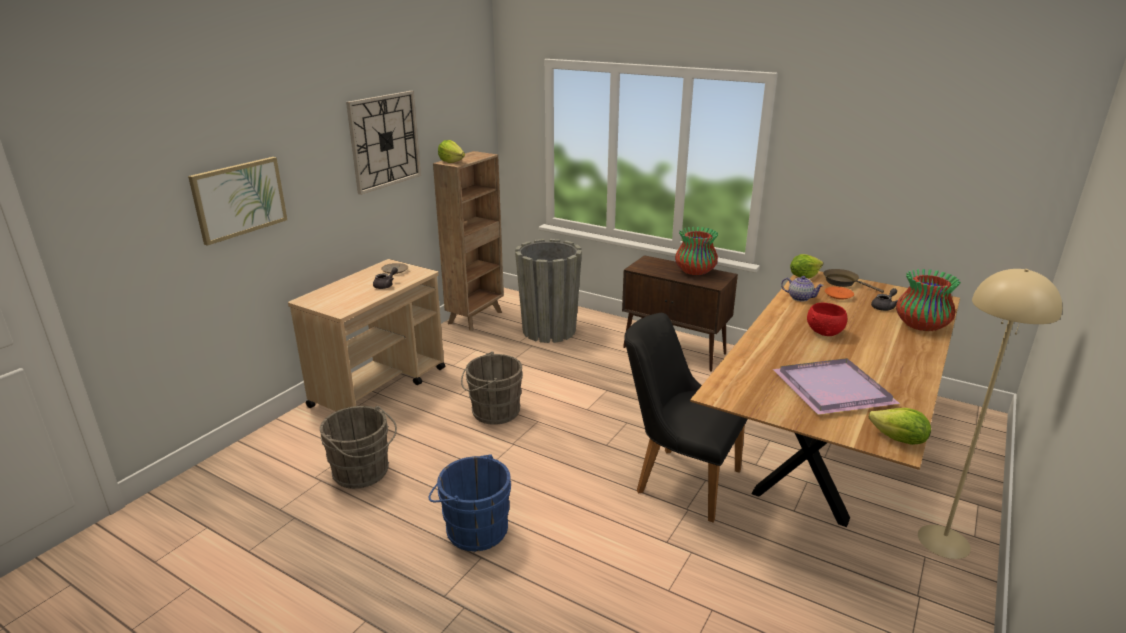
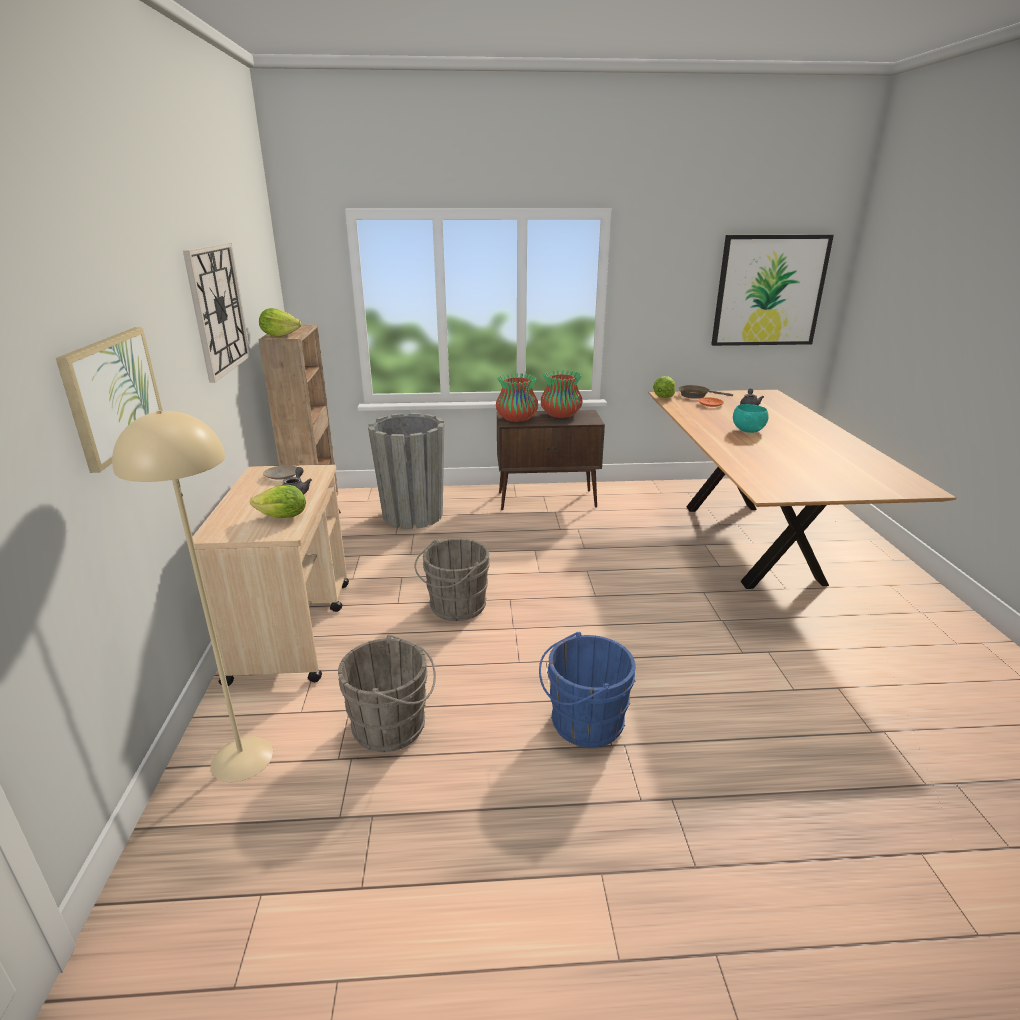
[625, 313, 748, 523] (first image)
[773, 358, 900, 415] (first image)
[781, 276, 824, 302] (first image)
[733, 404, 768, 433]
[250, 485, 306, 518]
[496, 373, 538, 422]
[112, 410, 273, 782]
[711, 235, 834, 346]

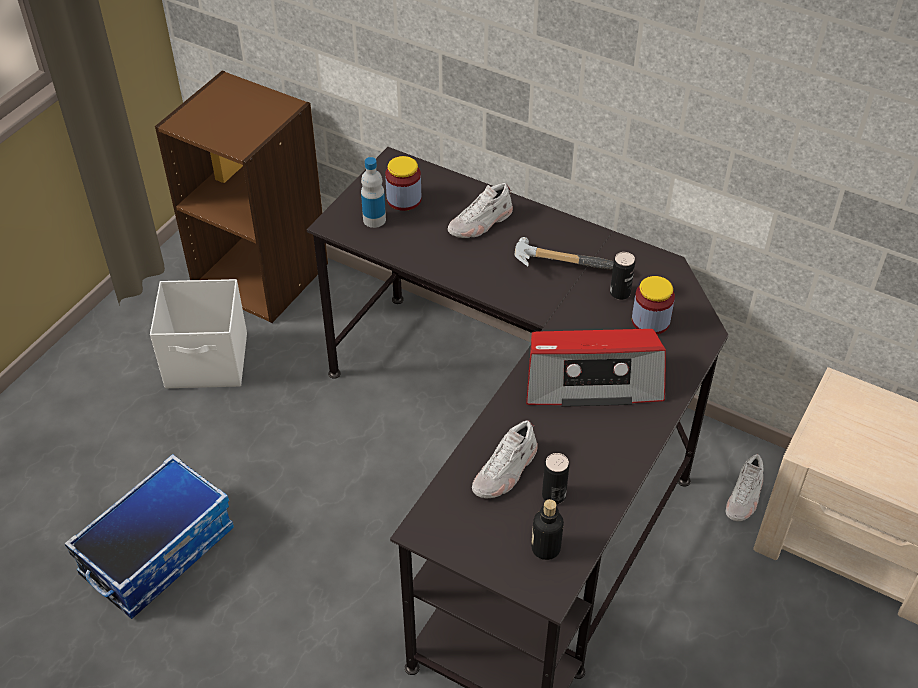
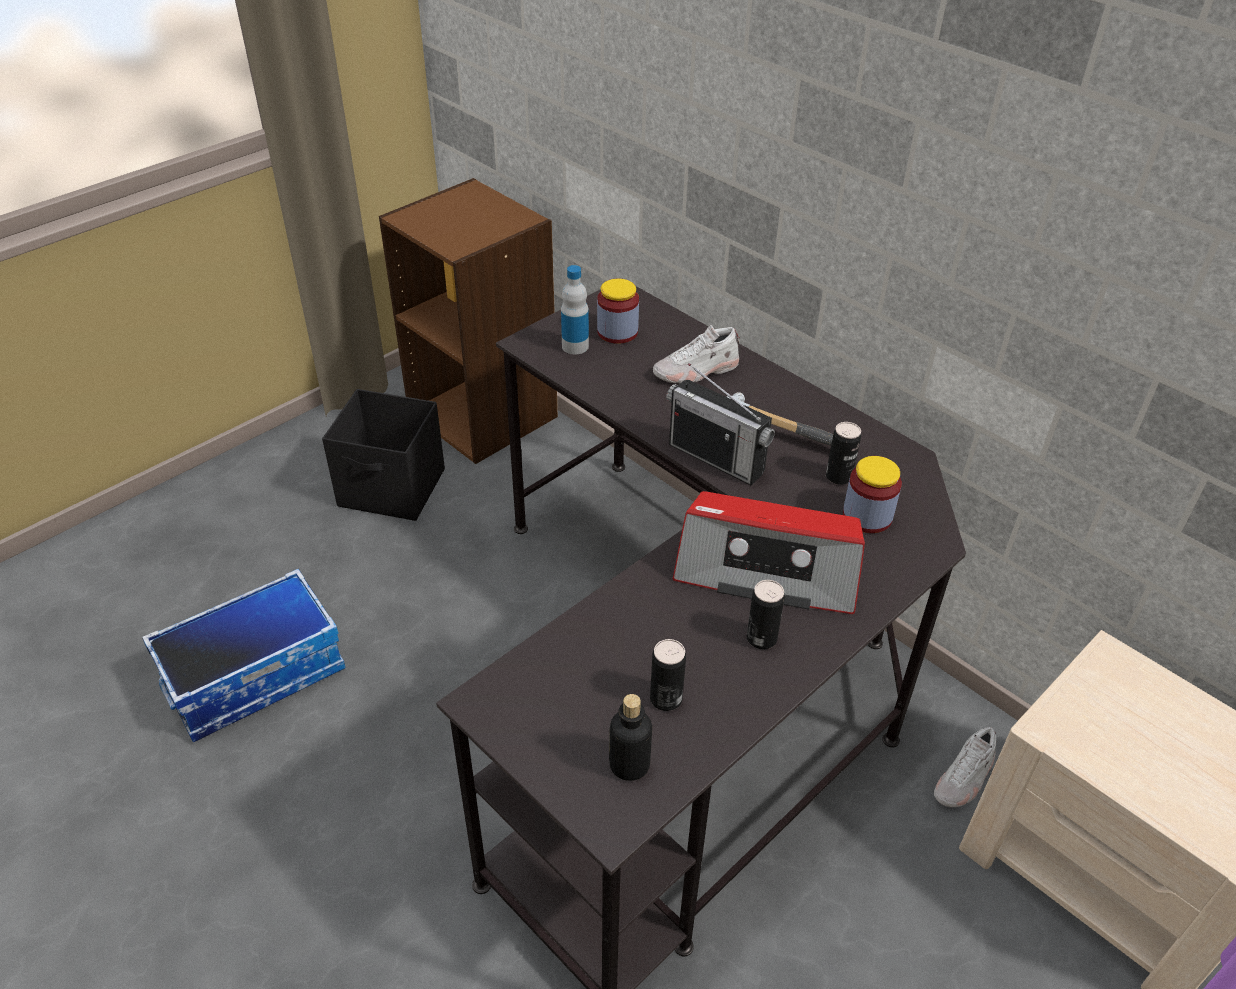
[322, 389, 445, 521]
[472, 420, 538, 498] (first image)
[666, 363, 775, 486]
[746, 580, 785, 649]

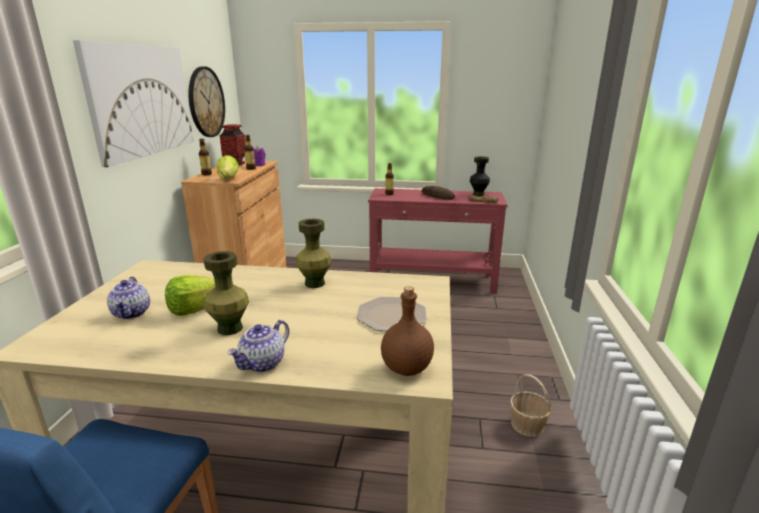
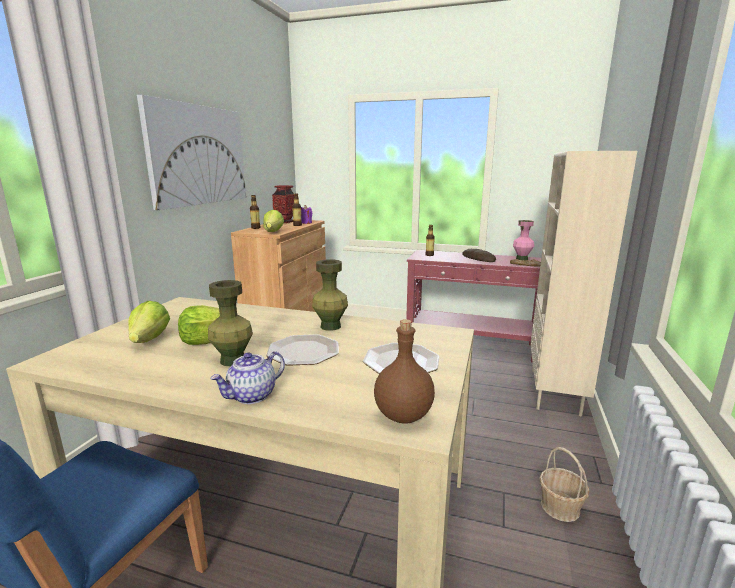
[129, 301, 170, 343]
[188, 66, 225, 137] (first image)
[513, 220, 534, 260]
[266, 335, 339, 366]
[530, 151, 637, 416]

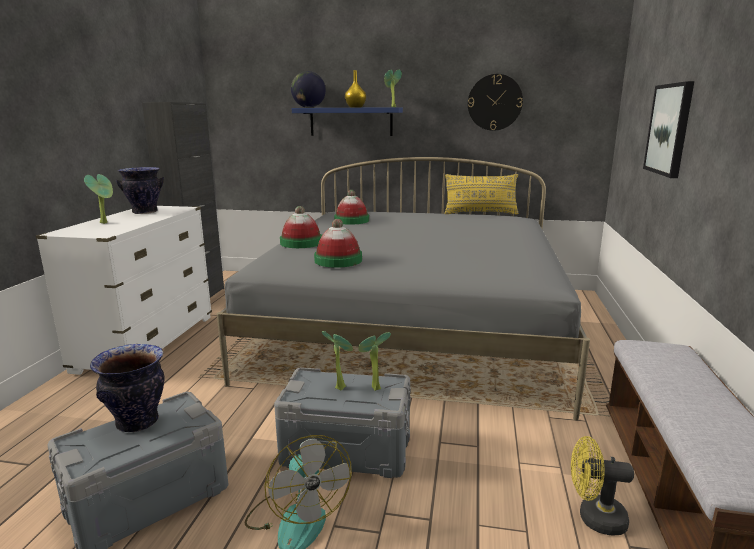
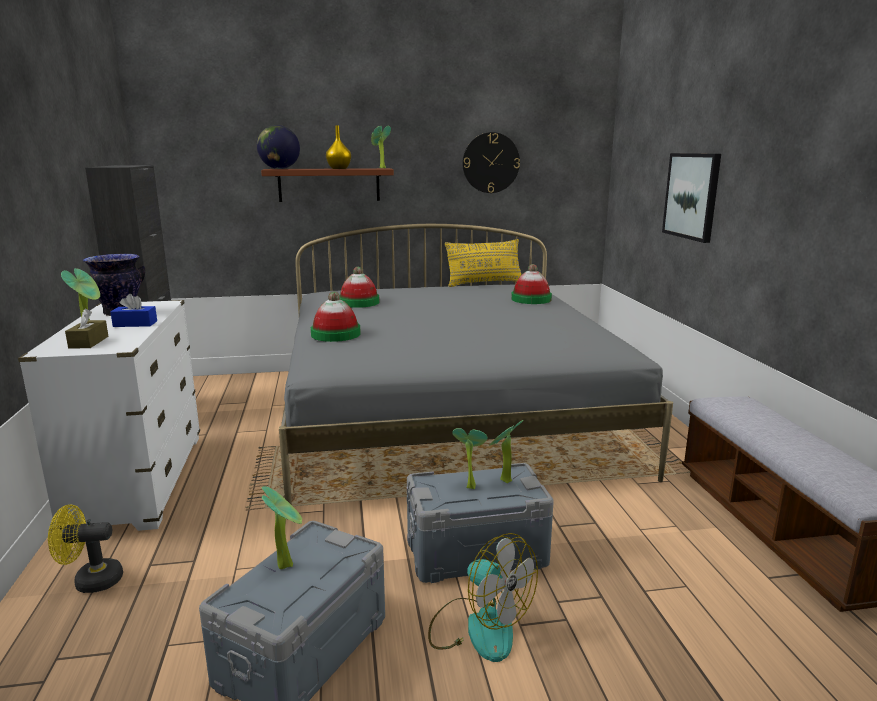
[261, 486, 302, 569]
[261, 168, 394, 202]
[511, 264, 552, 304]
[48, 504, 123, 593]
[65, 309, 108, 349]
[110, 294, 157, 327]

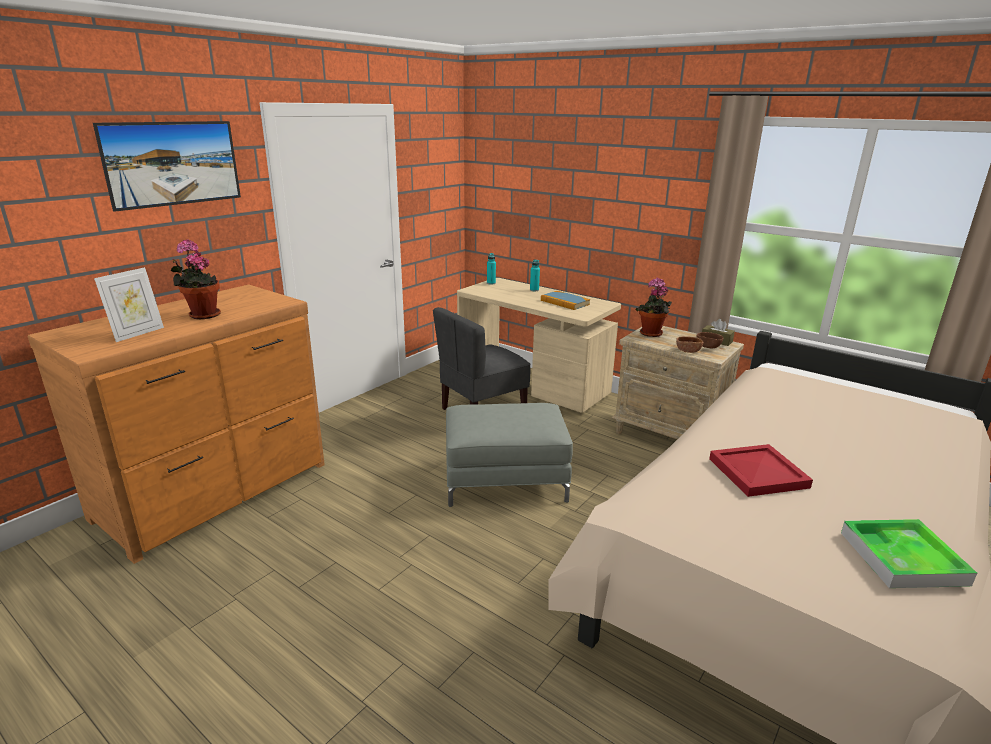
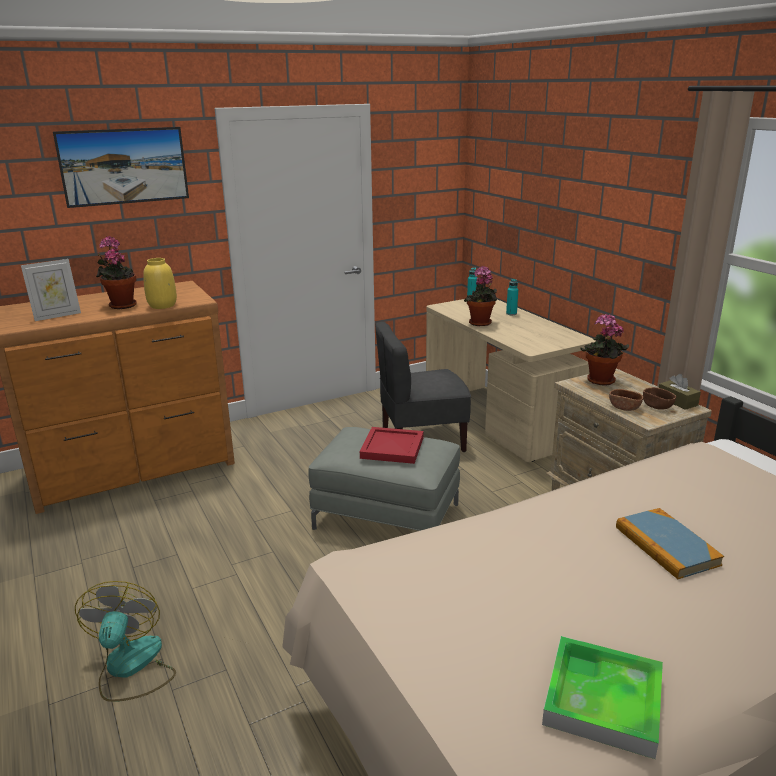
[616, 508, 724, 579]
[360, 427, 424, 464]
[75, 581, 176, 702]
[143, 258, 177, 309]
[464, 266, 497, 326]

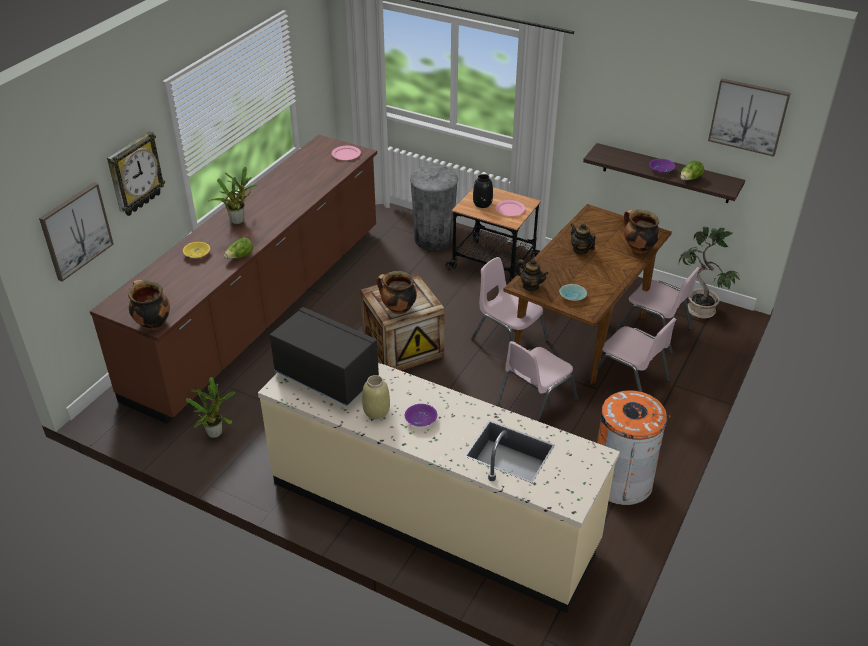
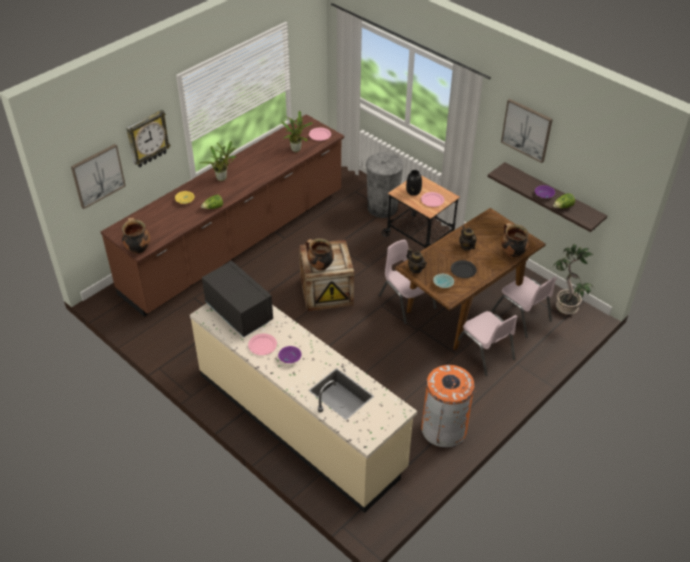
[281, 111, 313, 152]
[248, 334, 277, 355]
[496, 341, 578, 421] (first image)
[501, 99, 553, 163]
[451, 260, 477, 278]

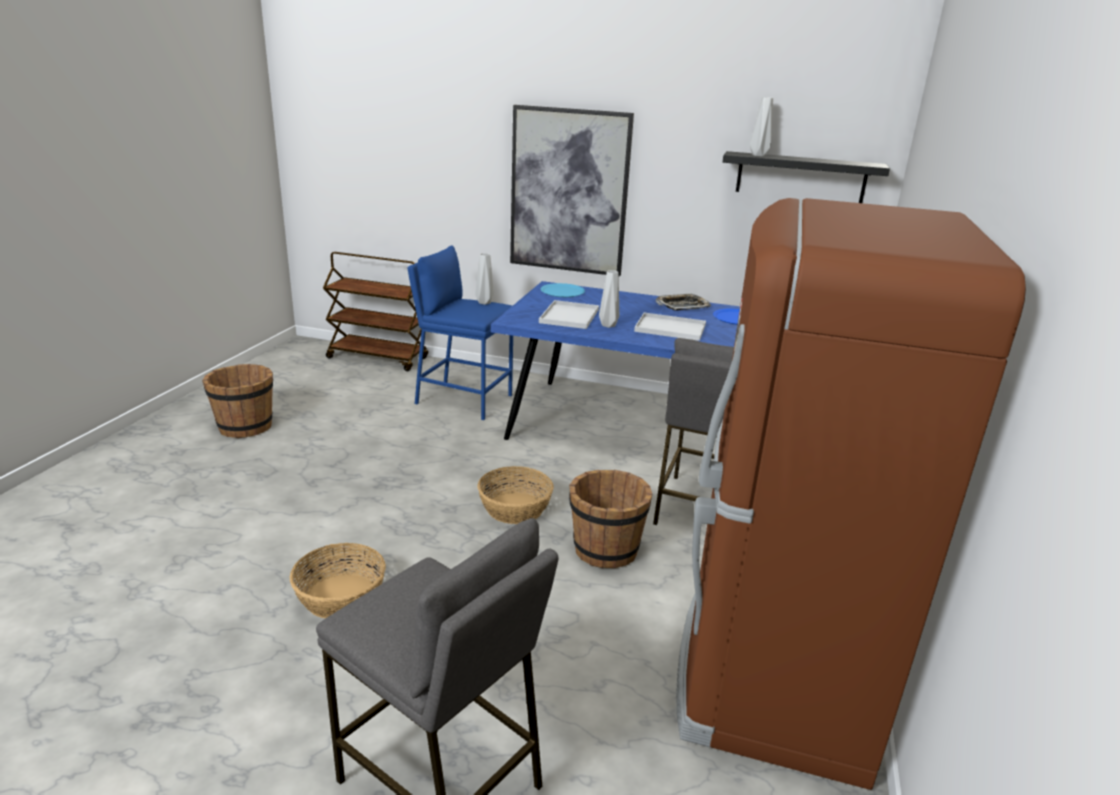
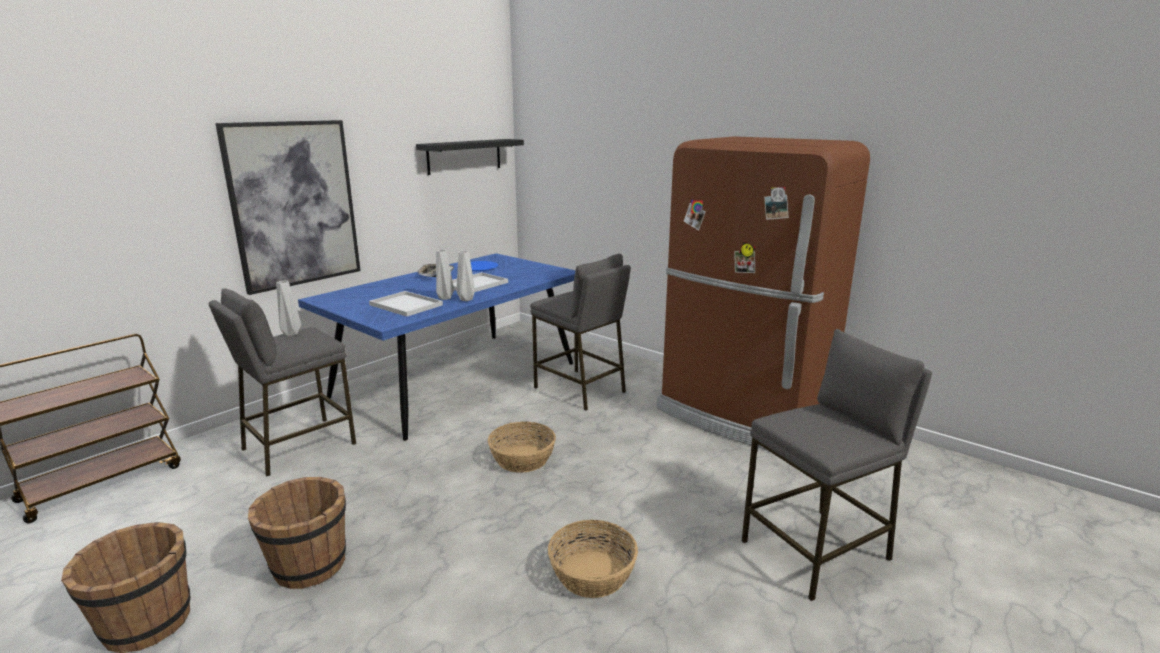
[209, 288, 356, 476]
[541, 283, 585, 297] (first image)
[248, 477, 346, 589]
[457, 251, 475, 301]

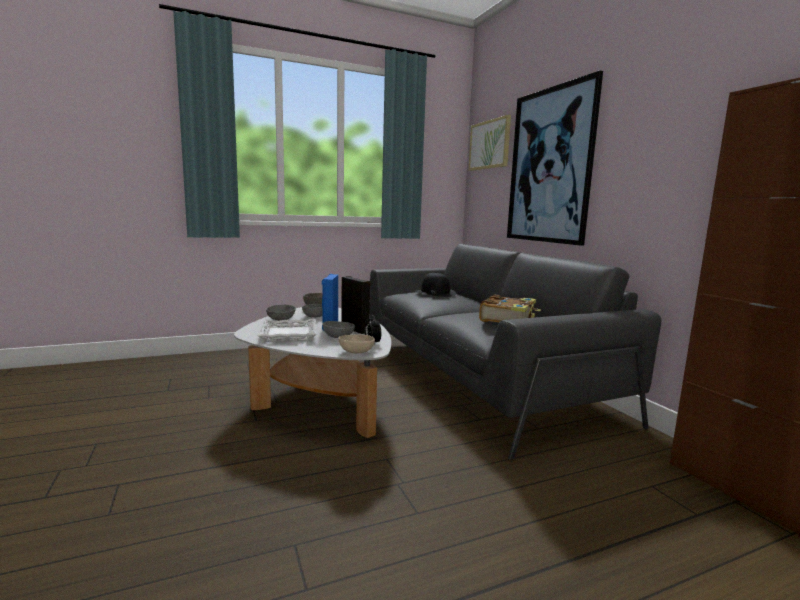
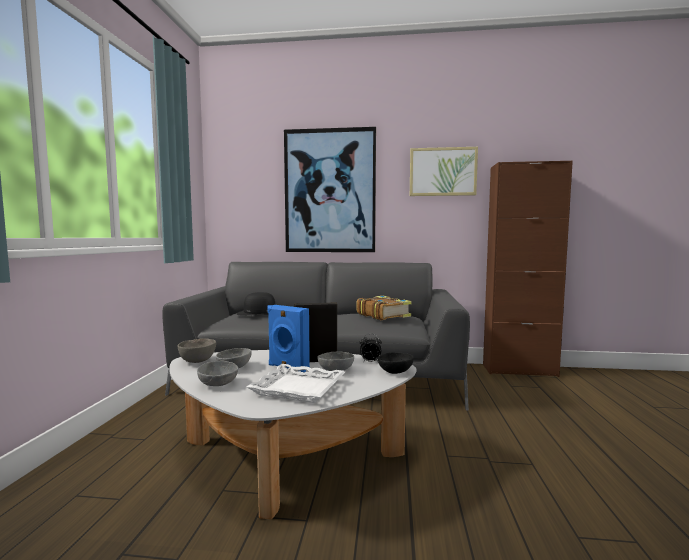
[378, 352, 414, 374]
[410, 147, 478, 196]

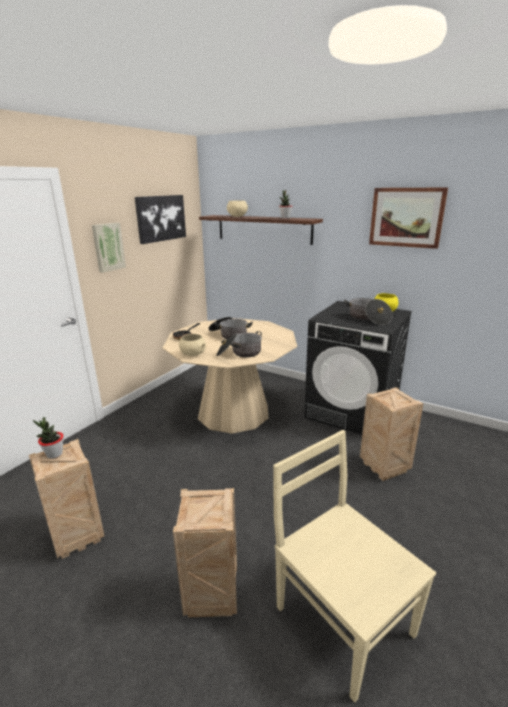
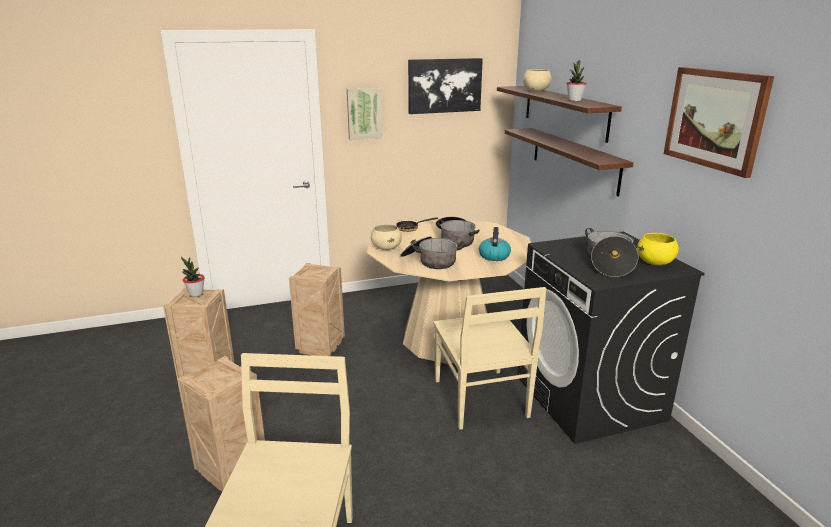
[289, 263, 345, 356]
[433, 287, 547, 430]
[479, 227, 511, 261]
[505, 128, 634, 196]

